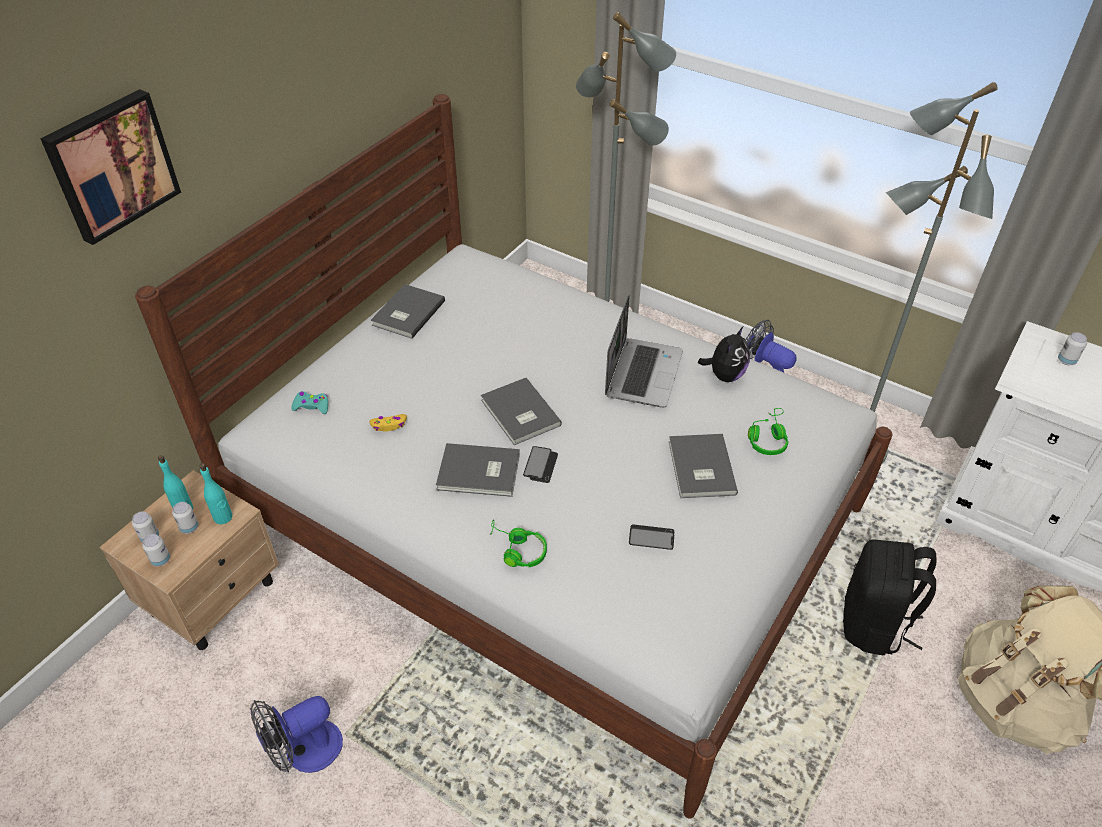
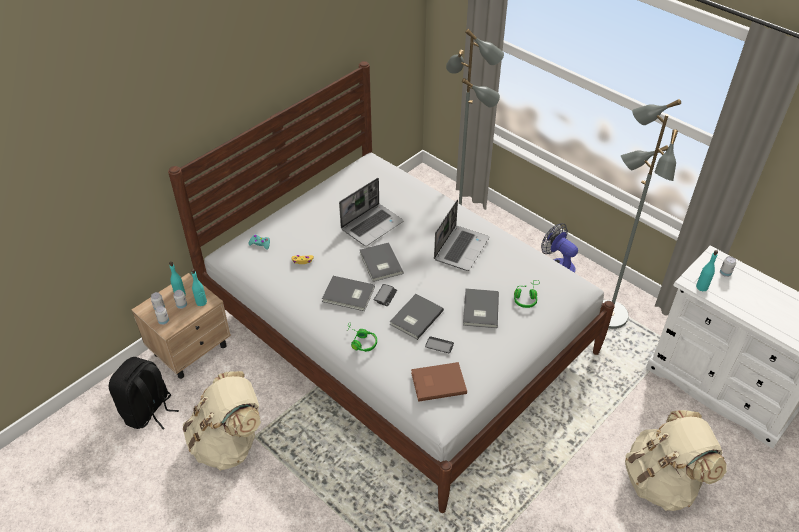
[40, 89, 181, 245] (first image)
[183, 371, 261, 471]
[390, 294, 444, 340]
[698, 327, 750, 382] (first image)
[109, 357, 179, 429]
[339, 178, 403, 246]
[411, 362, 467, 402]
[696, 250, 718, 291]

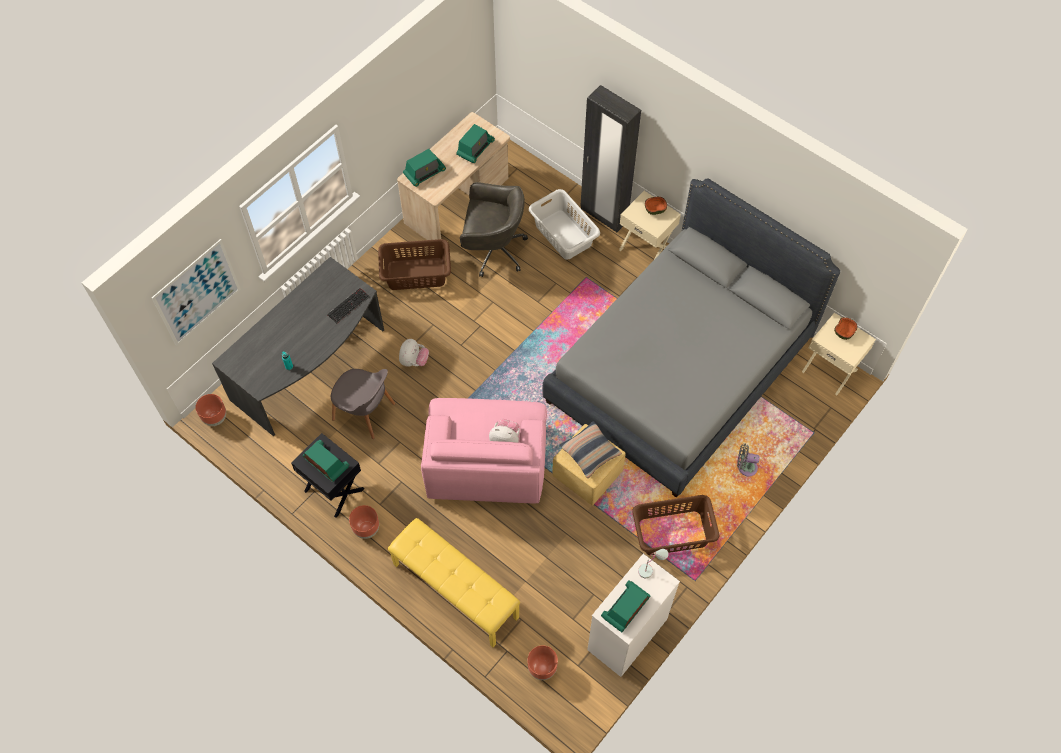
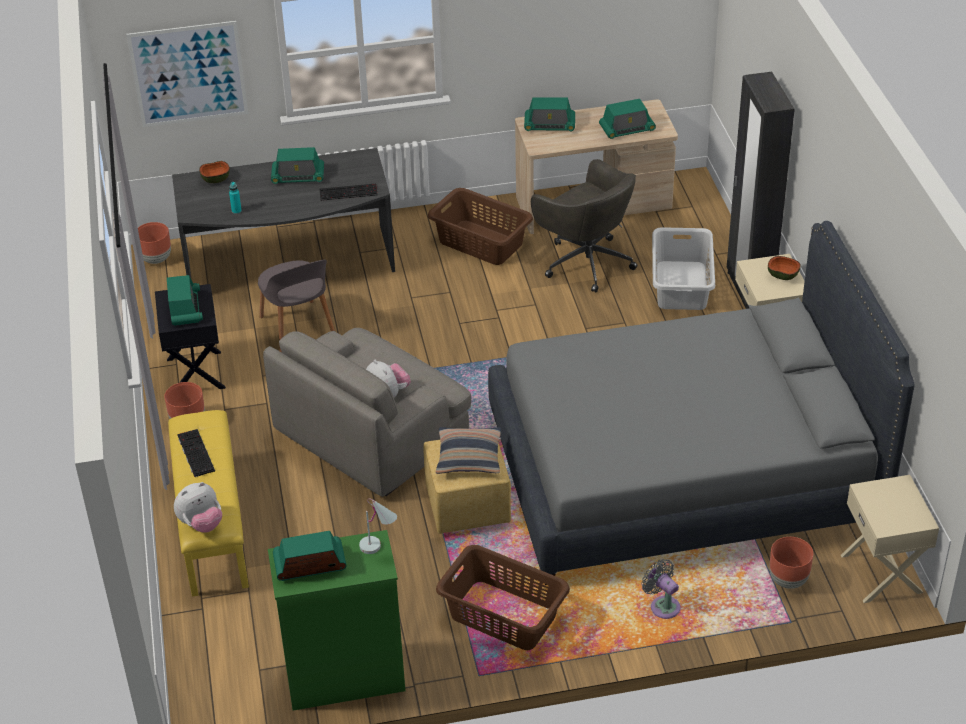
[174, 482, 222, 533]
[263, 328, 471, 497]
[769, 537, 813, 589]
[268, 530, 405, 711]
[199, 161, 230, 183]
[177, 429, 215, 477]
[271, 147, 324, 184]

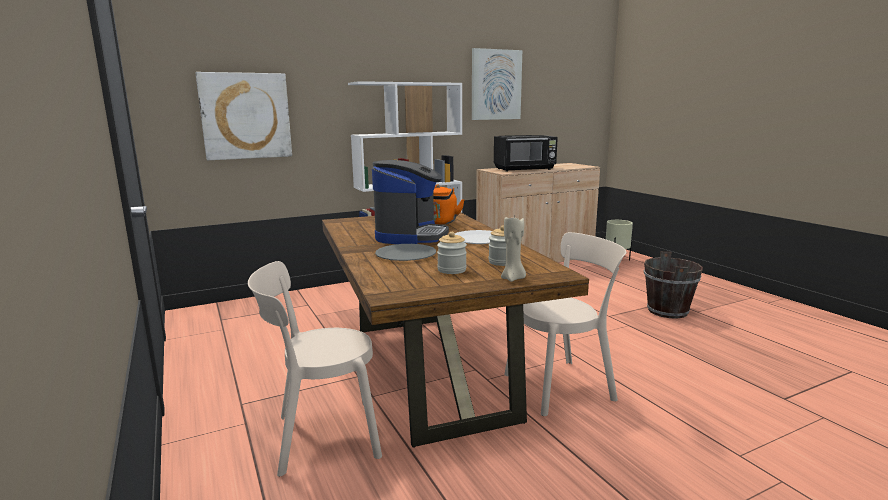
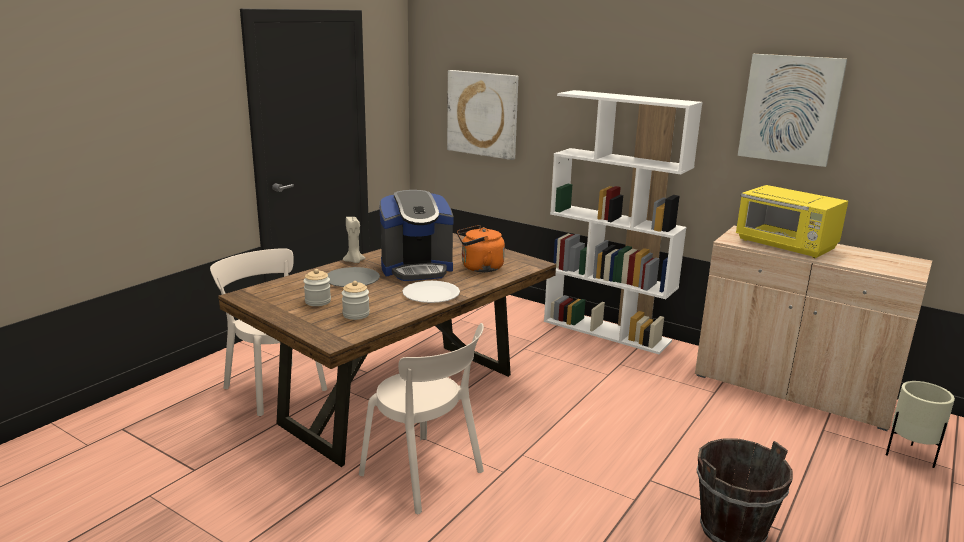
[736, 185, 848, 258]
[343, 217, 365, 263]

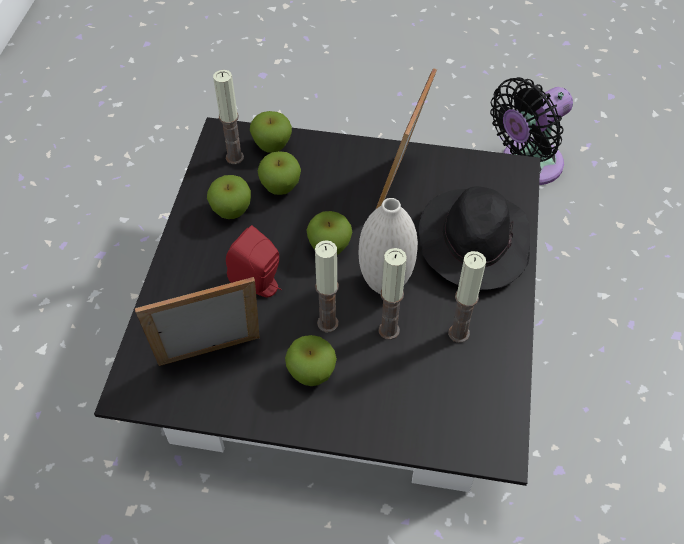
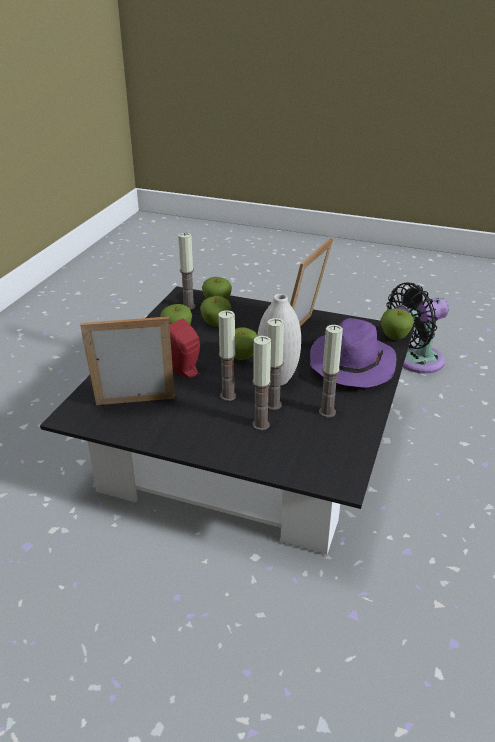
[381, 308, 414, 340]
[310, 318, 396, 388]
[252, 336, 271, 430]

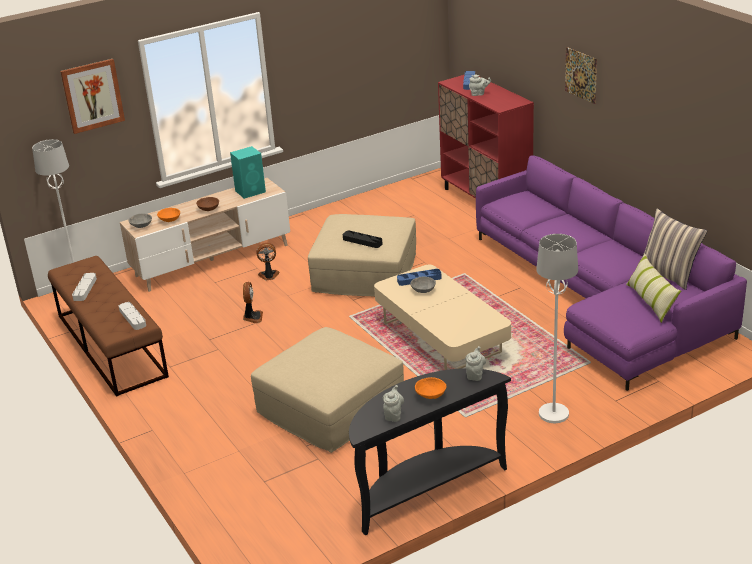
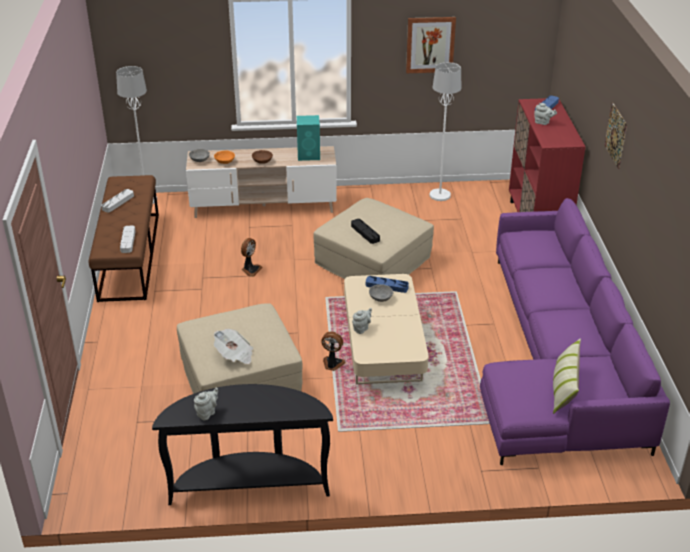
[406, 17, 456, 73]
[321, 332, 345, 371]
[415, 377, 446, 399] (first image)
[352, 308, 372, 334]
[430, 62, 462, 201]
[638, 208, 707, 290] (first image)
[214, 329, 253, 364]

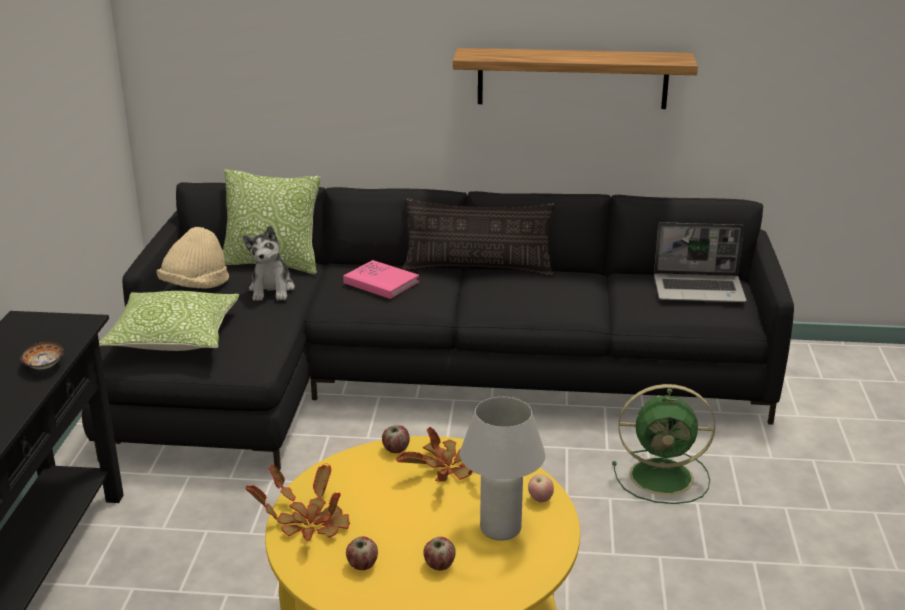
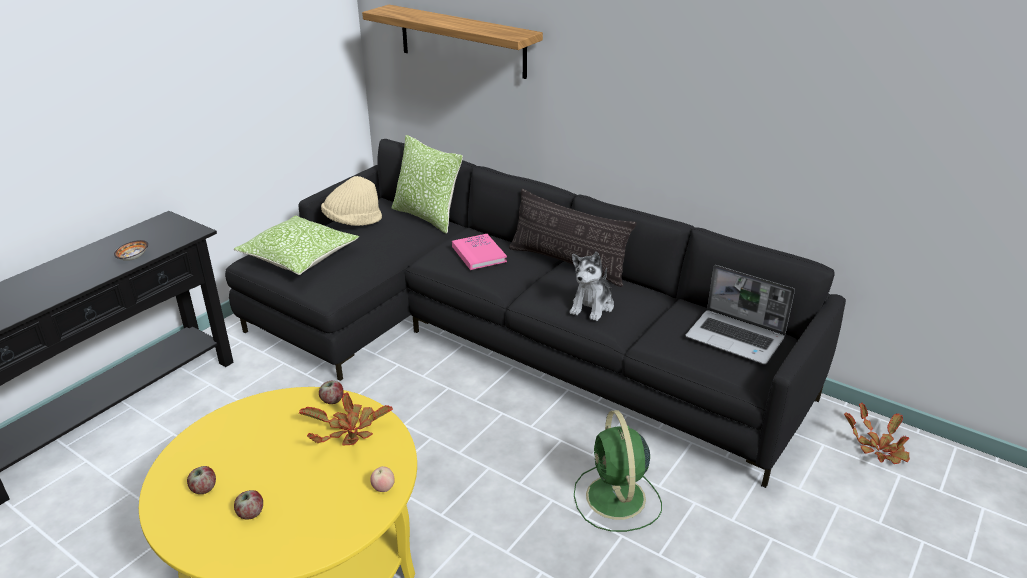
[570, 252, 614, 321]
[844, 403, 910, 464]
[362, 5, 543, 79]
[460, 397, 545, 541] (first image)
[574, 410, 662, 532]

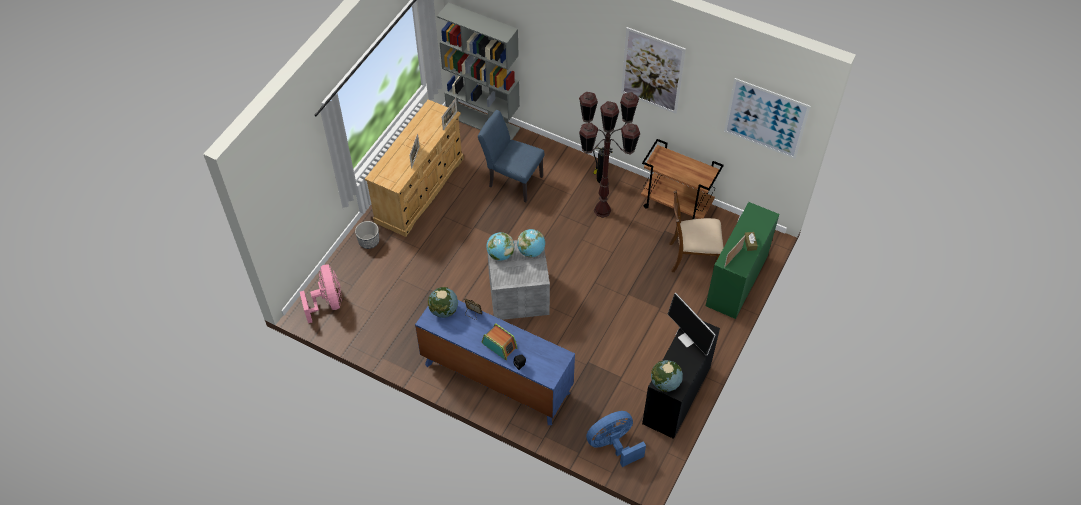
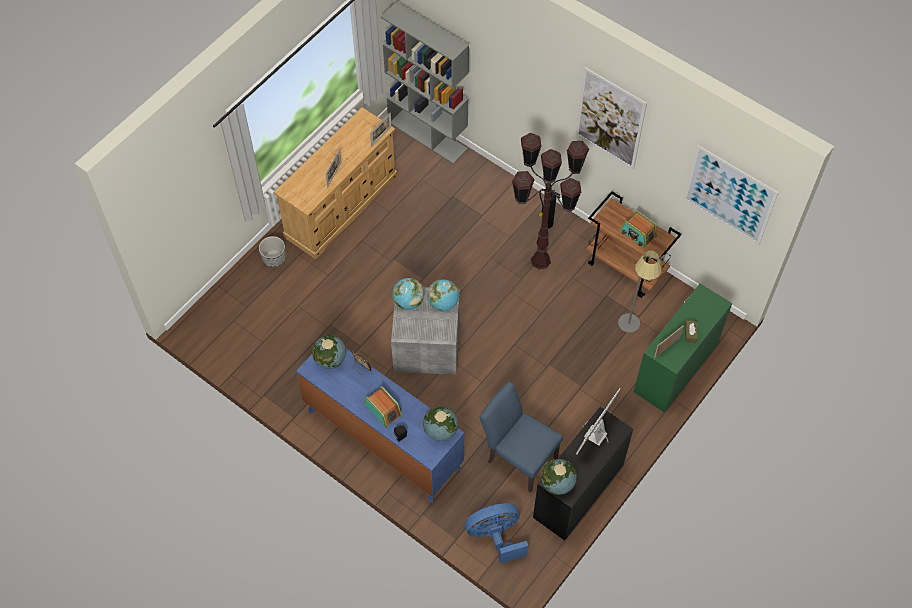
[300, 265, 341, 323] (first image)
[480, 382, 563, 493]
[575, 388, 621, 454]
[618, 250, 665, 333]
[423, 406, 458, 441]
[620, 210, 657, 248]

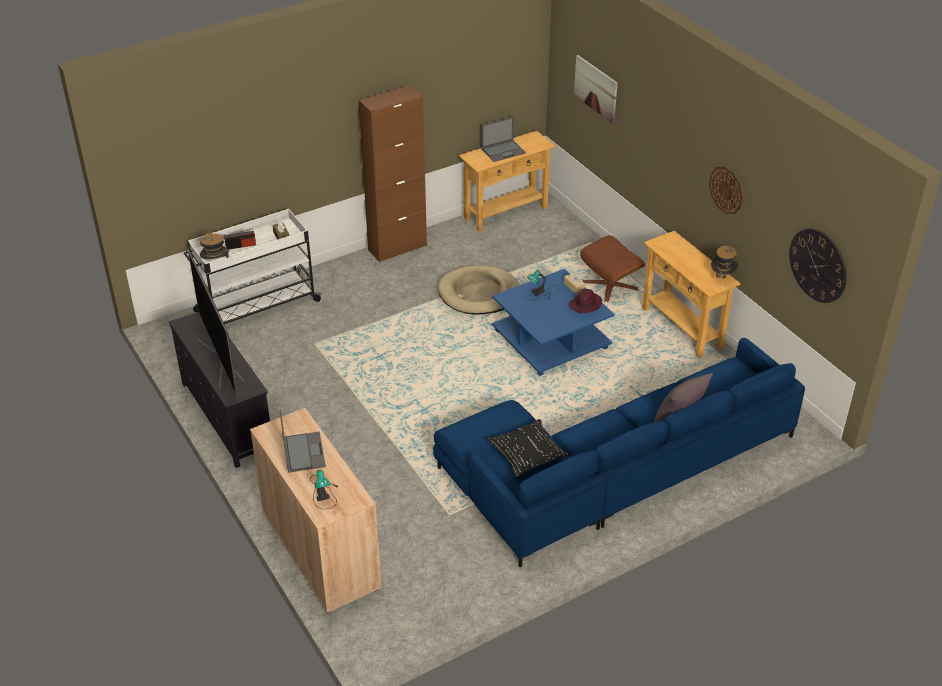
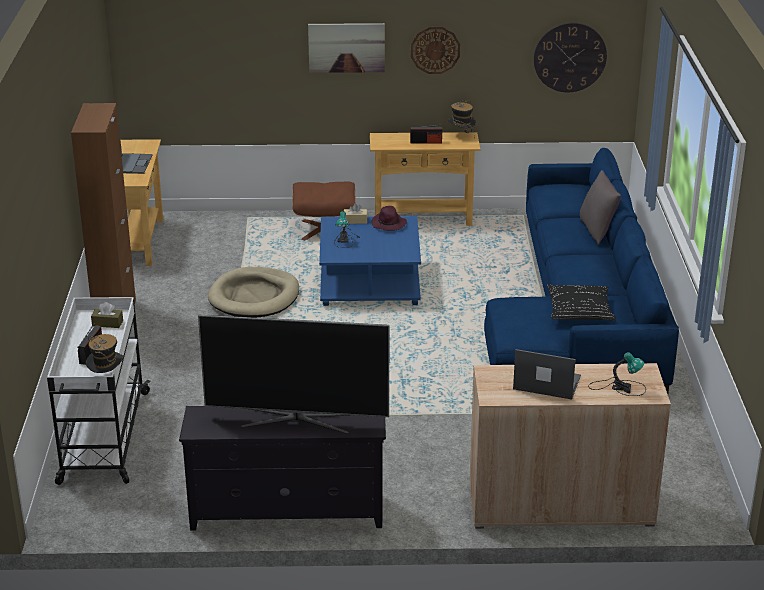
[308, 23, 385, 73]
[410, 125, 442, 144]

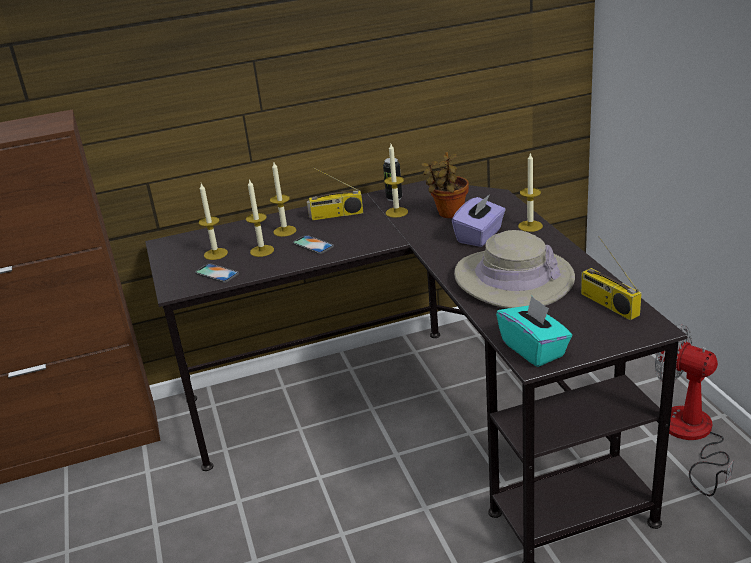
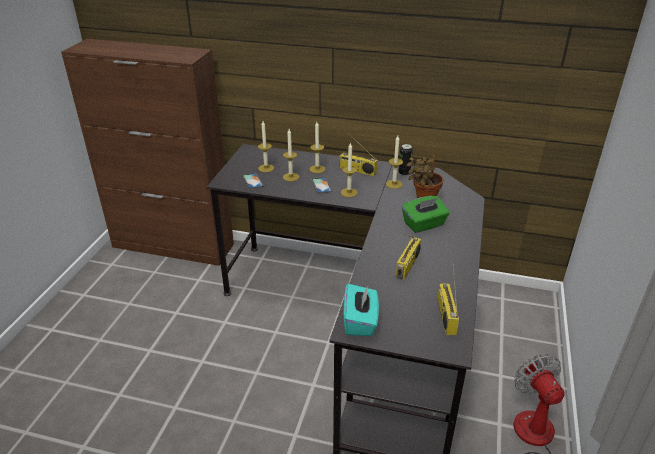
[402, 196, 450, 233]
[396, 234, 421, 280]
[341, 142, 358, 197]

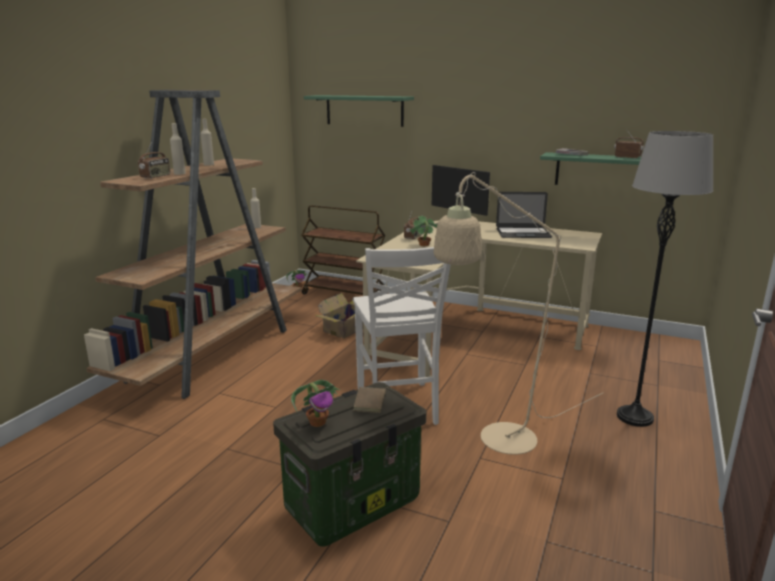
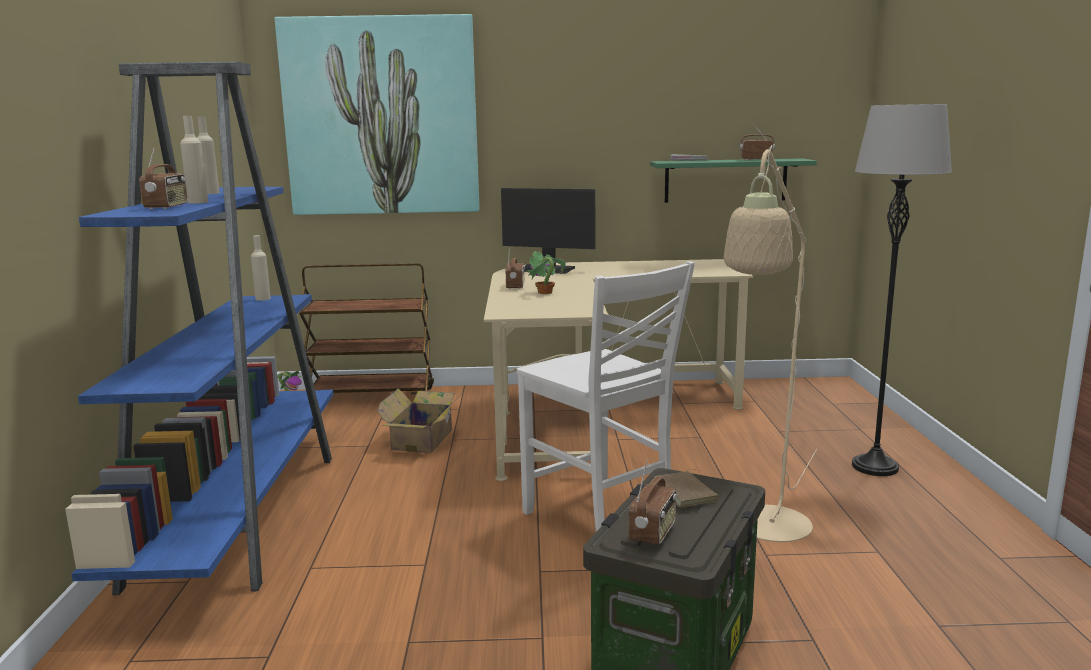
[65, 62, 333, 595]
[629, 460, 677, 545]
[274, 14, 479, 215]
[496, 192, 552, 238] (first image)

